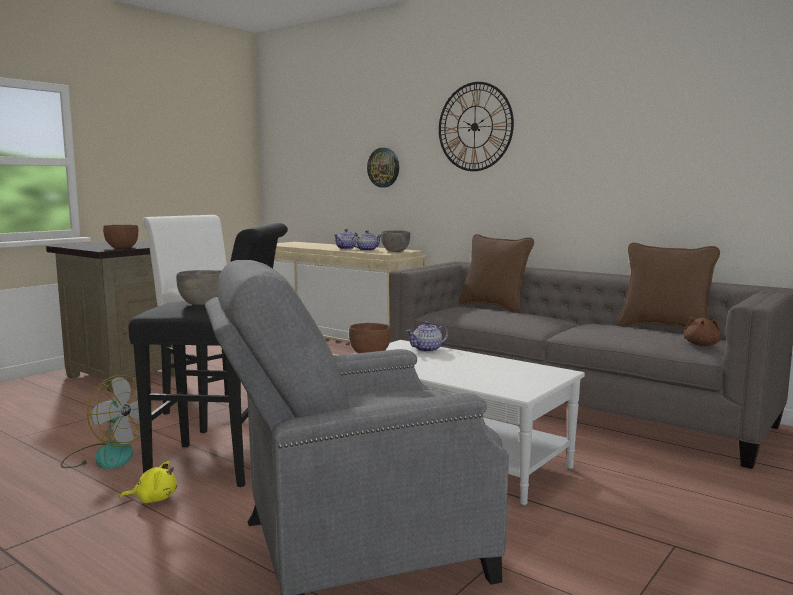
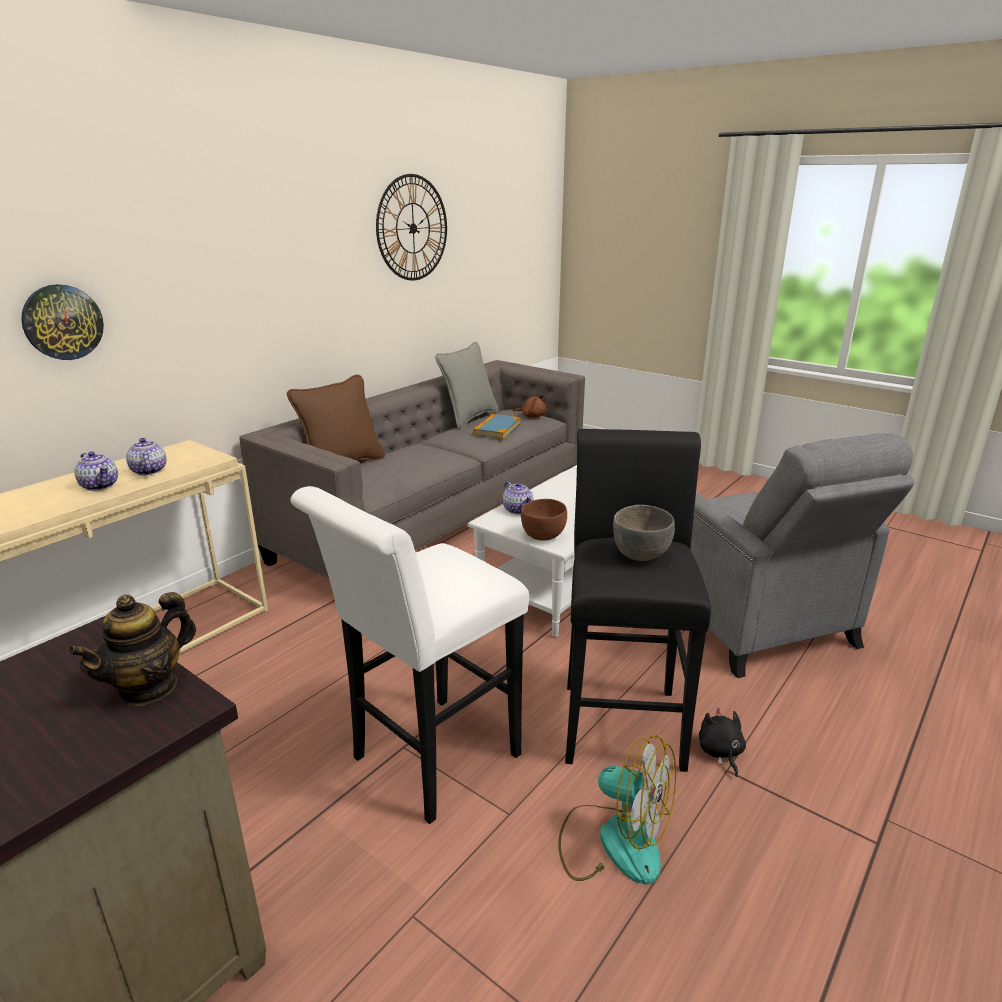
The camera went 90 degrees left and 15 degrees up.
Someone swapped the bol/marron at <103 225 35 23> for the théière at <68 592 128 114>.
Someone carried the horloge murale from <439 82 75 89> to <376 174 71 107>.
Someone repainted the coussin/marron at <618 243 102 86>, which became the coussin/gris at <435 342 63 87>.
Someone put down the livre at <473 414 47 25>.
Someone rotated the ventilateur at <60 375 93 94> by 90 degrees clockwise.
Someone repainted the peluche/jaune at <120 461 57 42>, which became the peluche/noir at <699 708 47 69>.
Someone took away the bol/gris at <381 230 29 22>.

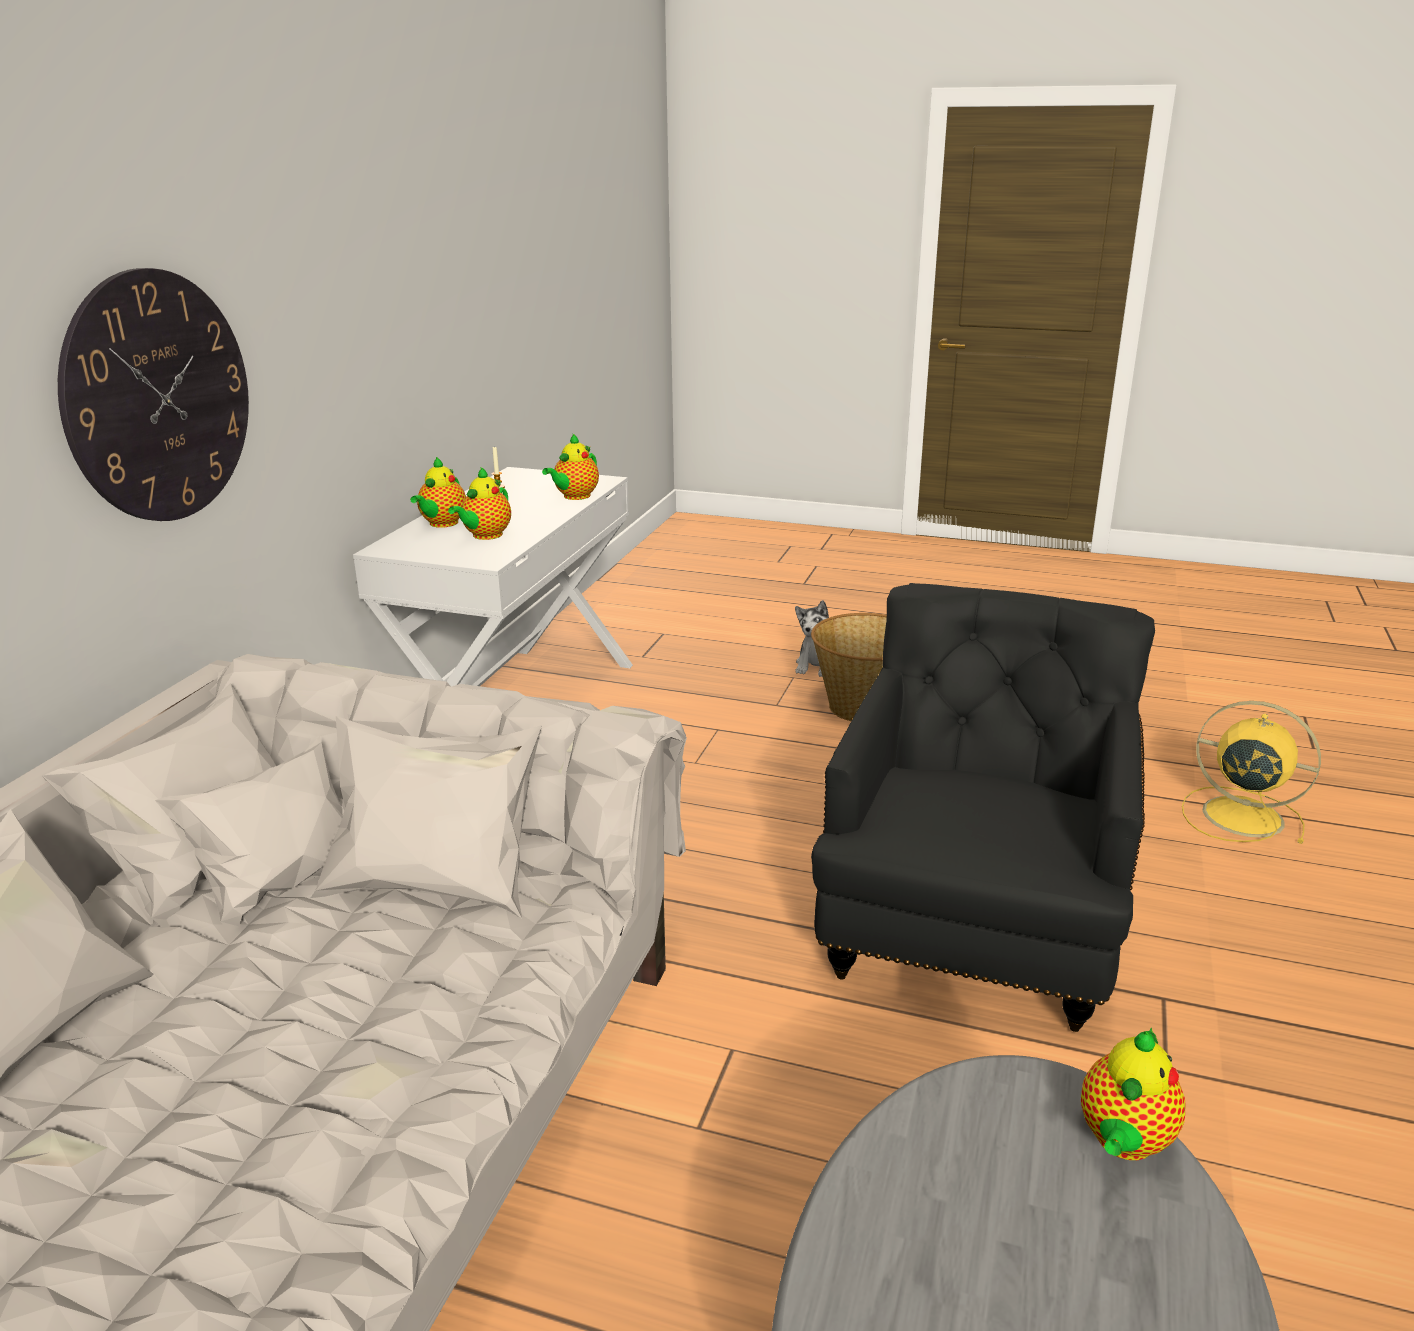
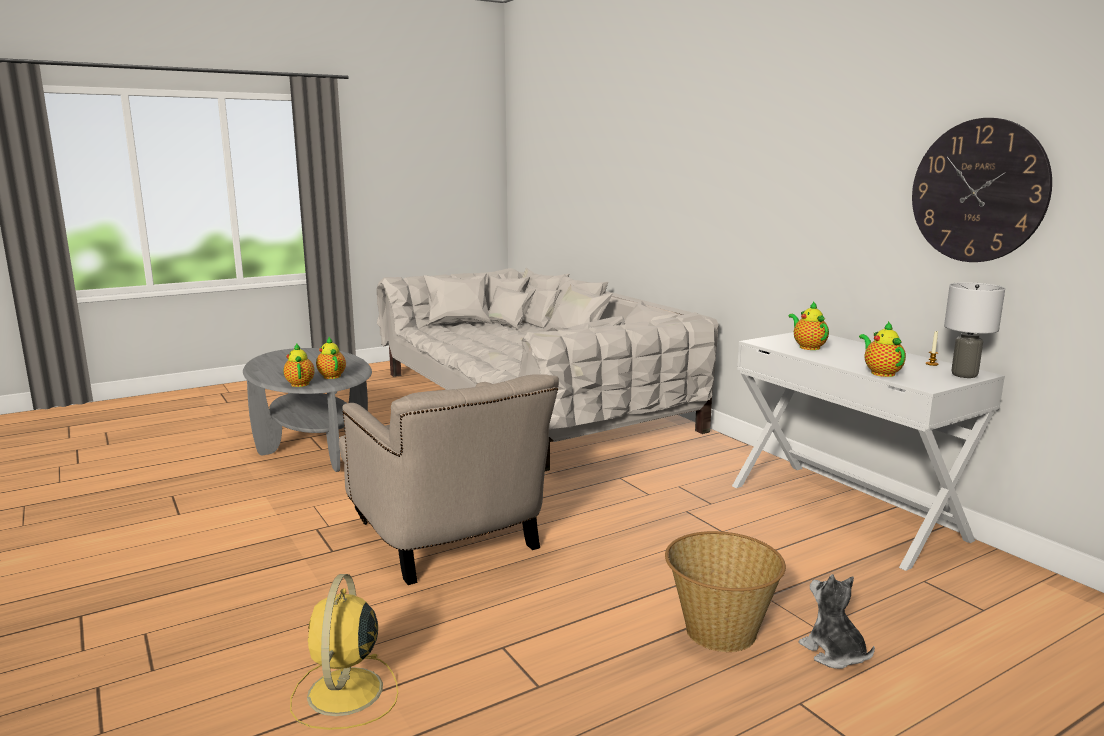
The camera went 130 degrees right and 10 degrees down.
Someone rotated the ventilateur/jaune at <1182 701 139 143> by 105 degrees clockwise.
Someone carried the théière from <410 457 56 71> to <316 337 30 42>.
Someone repainted the fauteuil/noir at <811 583 344 449>, which became the fauteuil/beige at <339 374 220 211>.
Someone carried the horloge murale from <58 268 191 253> to <912 118 140 144>.
Someone put down the lampe de table/blanc at <944 282 61 96>.

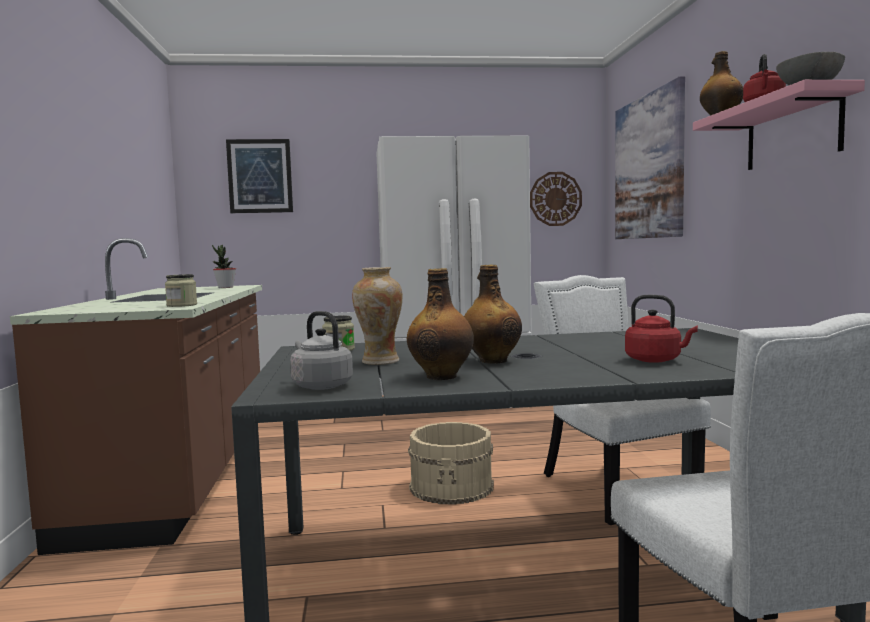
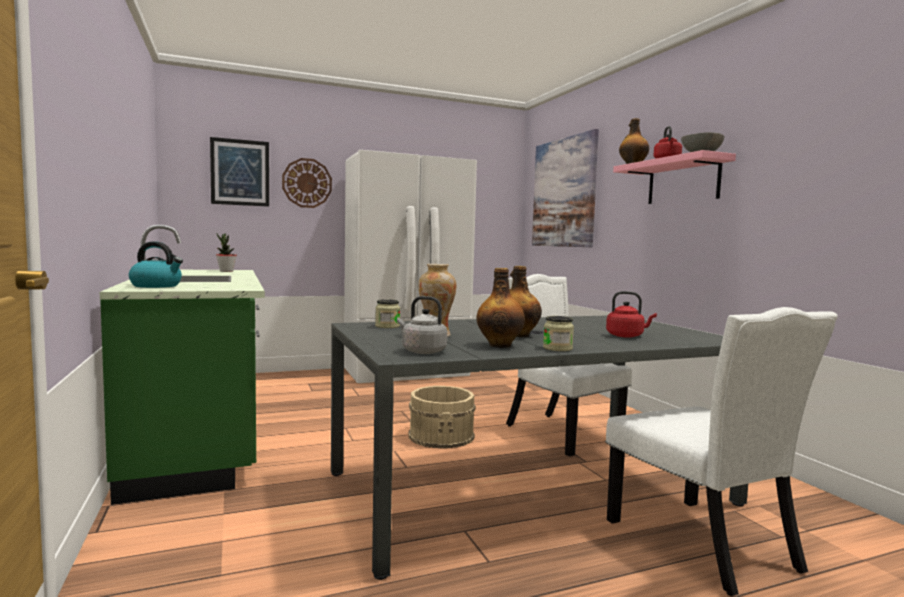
The camera went 15 degrees left and 0 degrees up.
Someone repainted the comptoir de cuisine/marron at <10 238 252 317>, which became the comptoir de cuisine/vert at <100 225 165 280>.
Someone put down the bouilloire at <129 241 54 47>.
Someone carried the horloge murale from <530 172 52 54> to <282 158 50 50>.
Someone carried the bocal from <165 274 32 33> to <543 316 31 35>.

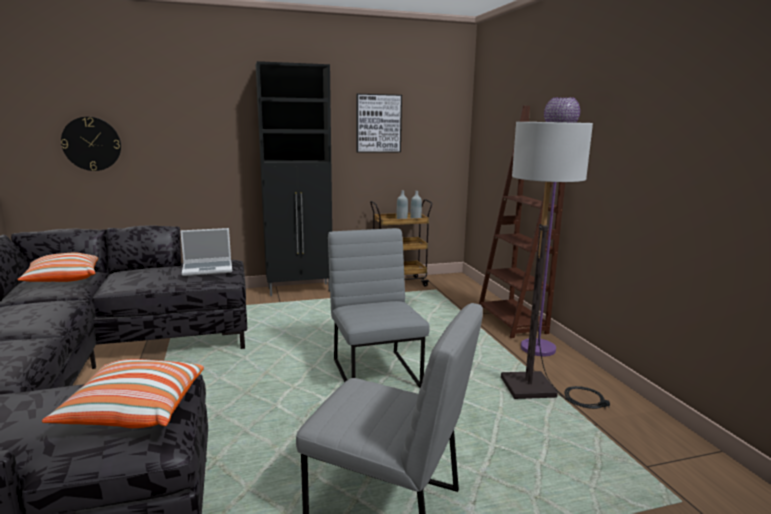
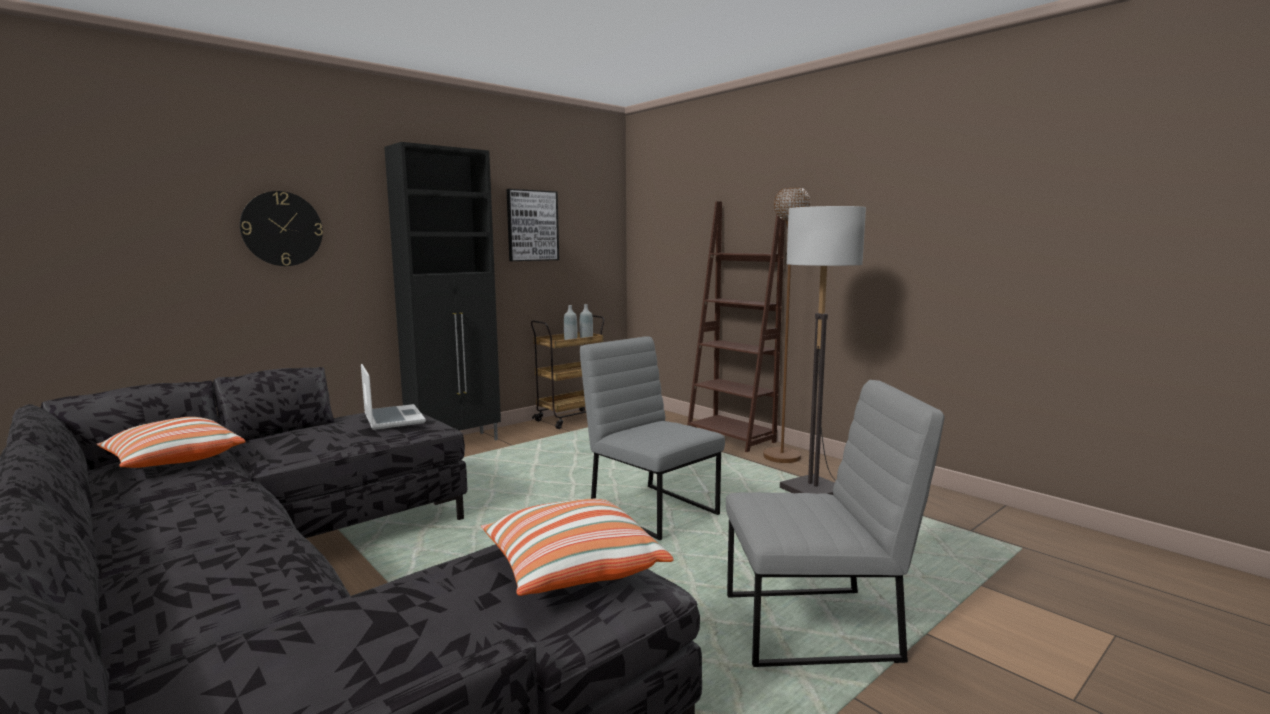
The camera went 25 degrees left and 5 degrees down.
Someone carried the horloge murale from <61 117 60 54> to <240 191 83 75>.
Someone rotated the ordinateur portable at <180 228 52 48> by 75 degrees counterclockwise.
Someone repainted the lampadaire/violet at <521 97 59 259>, which became the lampadaire/marron at <763 188 47 275>.

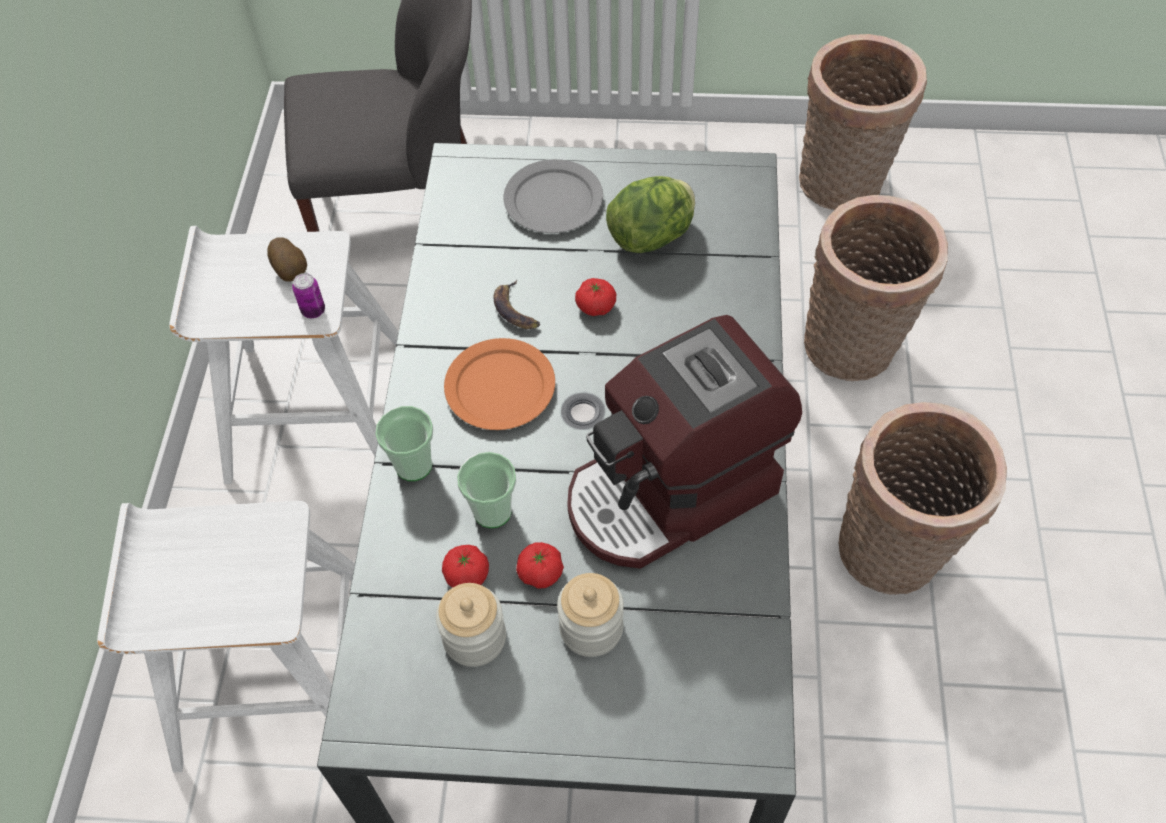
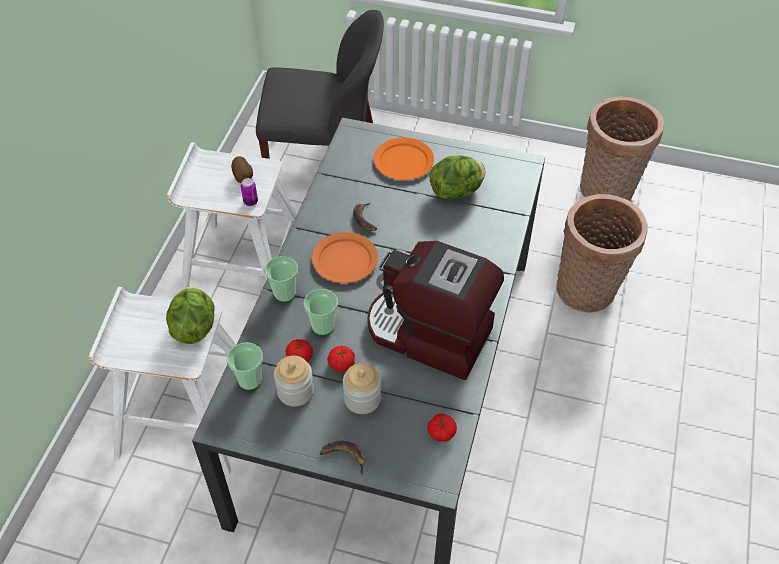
The camera went 10 degrees right and 5 degrees down.
Someone put down the laitue at <166 287 49 57>.
Someone put down the tasse at <227 342 36 48>.
Someone put down the banane at <320 441 46 34>.
Someone rotated the machine à café at <567 315 235 254> by 45 degrees clockwise.
Someone repainted the assiette/gris at <504 159 99 74>, which became the assiette/orange at <374 138 60 42>.
Someone carried the tomate from <575 278 41 38> to <427 413 30 29>.
Someone took away the panier at <838 402 169 193>.

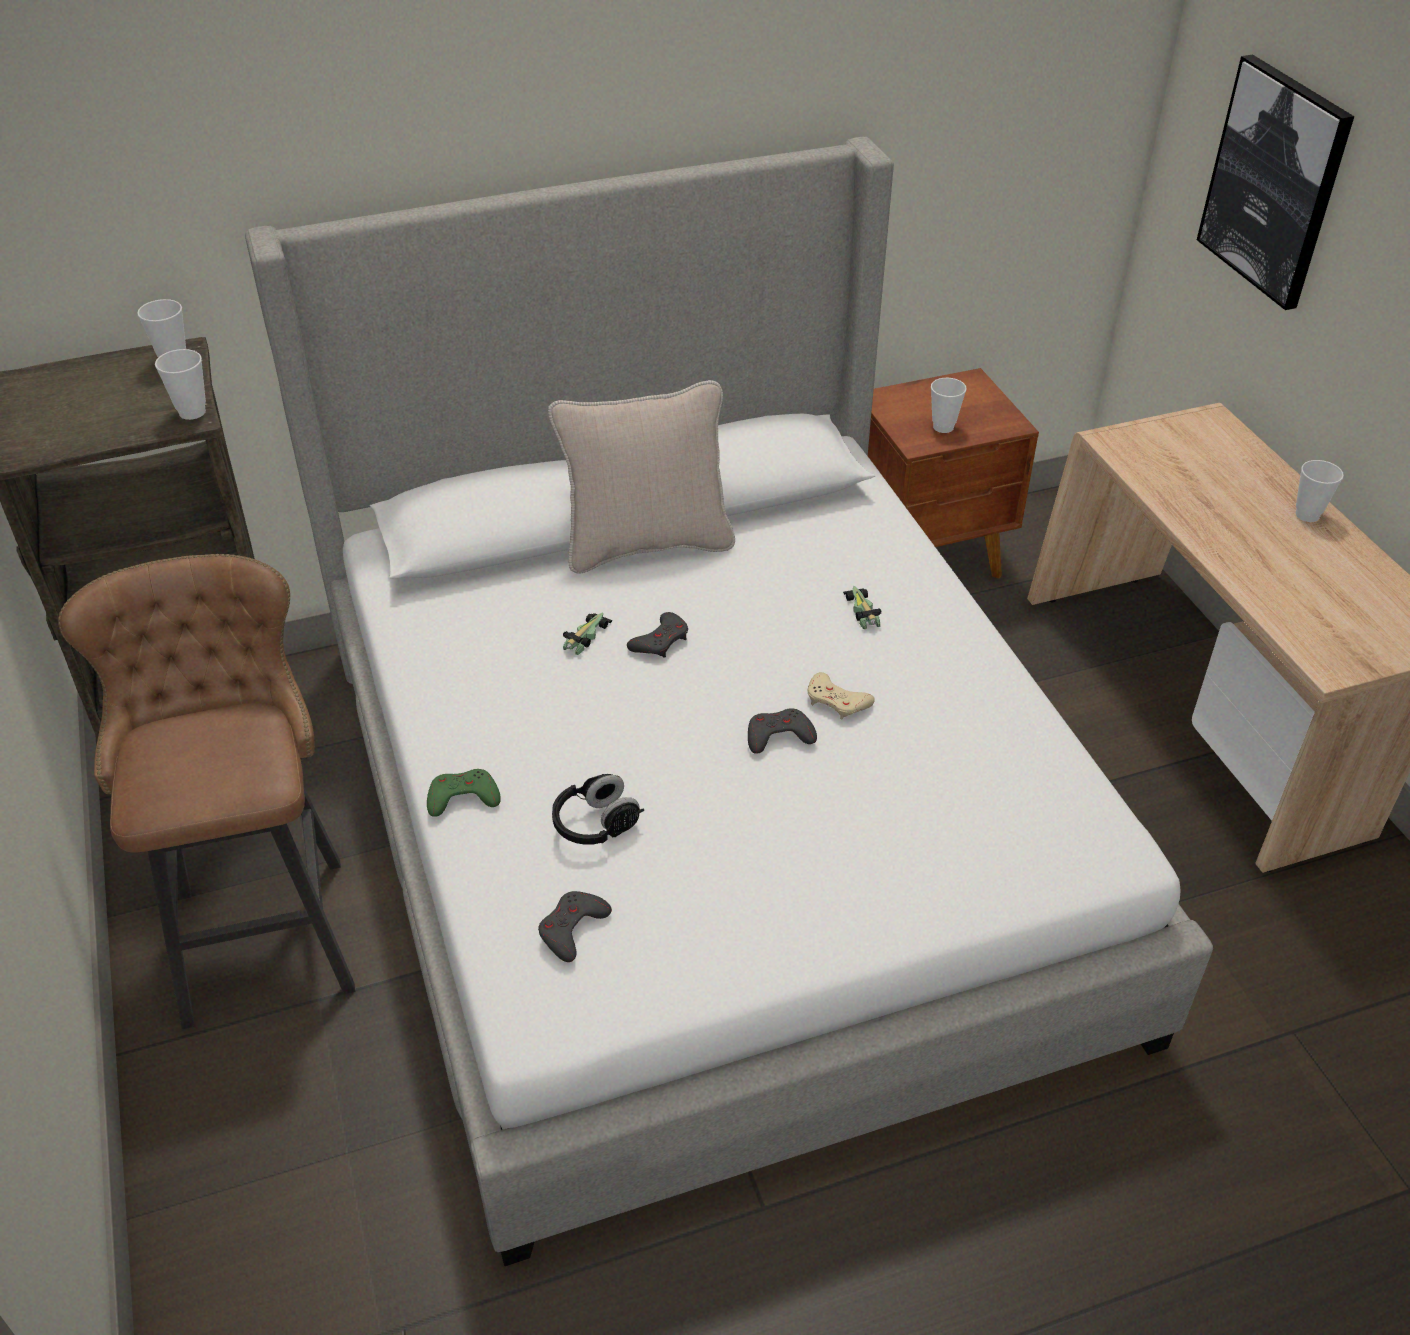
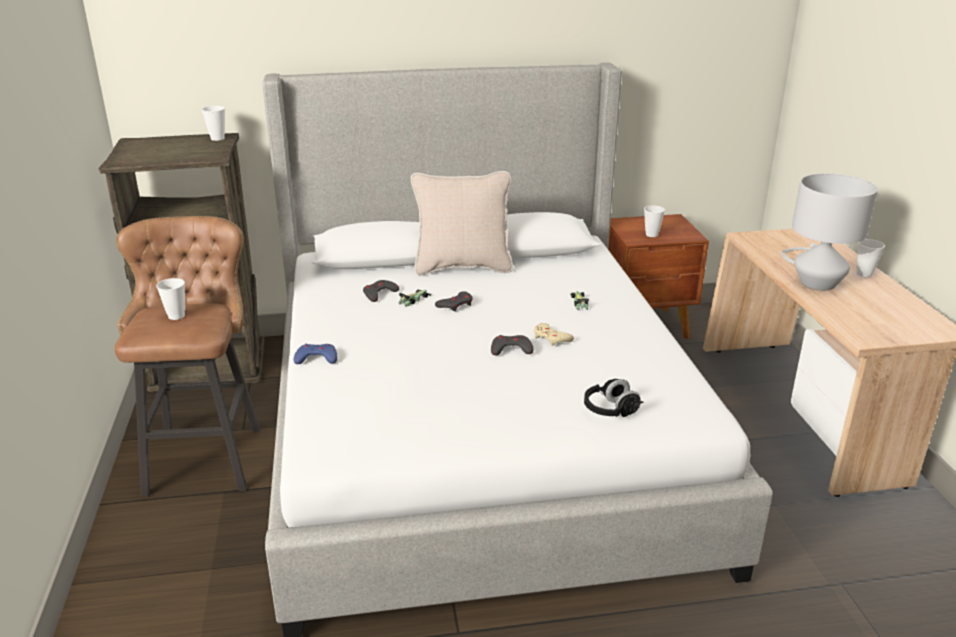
The camera went 10 degrees right and 15 degrees down.
Someone carried the tasse from <155 349 51 71> to <156 278 29 42>.
Someone repainted the manette/vert at <427 769 74 48>, which became the manette/bleu at <294 344 43 20>.
Someone carried the manette/gris from <538 891 74 71> to <363 280 36 22>.
Someone carried the casque audio/noir from <552 774 92 71> to <584 379 60 38>.
Someone put down the lampe de table/gris at <781 173 97 117>.
Someone took away the tableau at <1197 54 157 256>.

